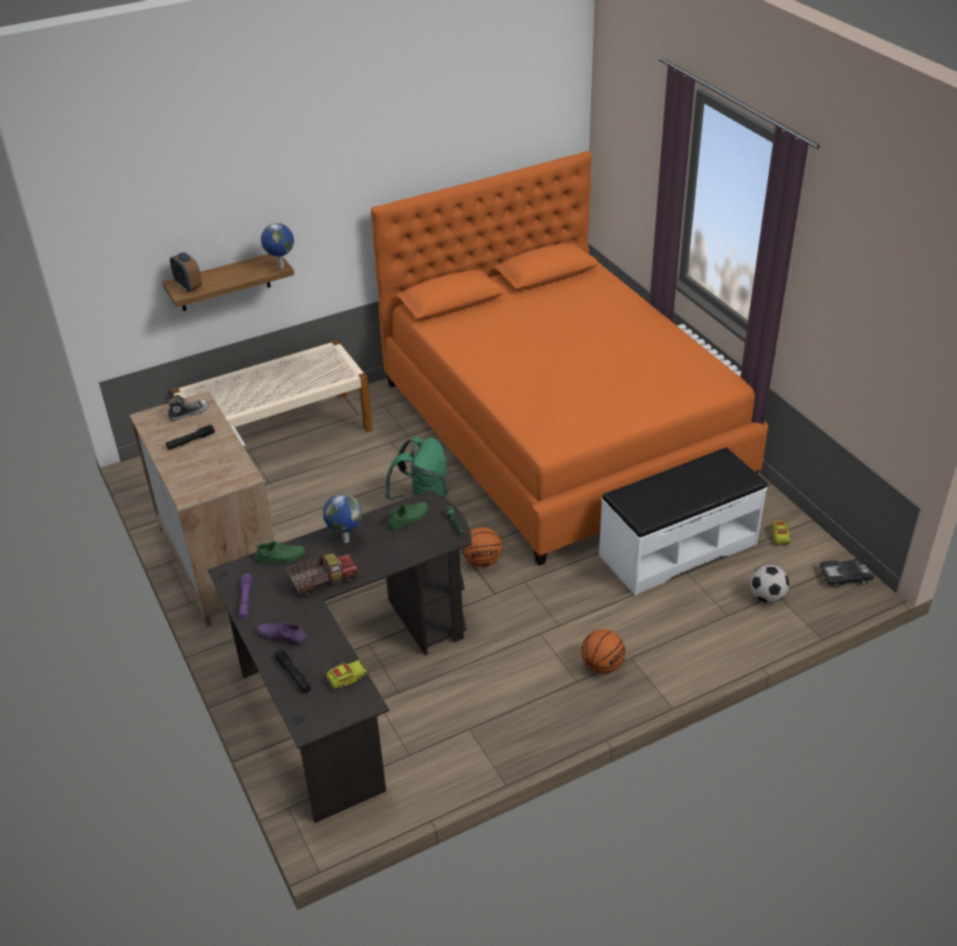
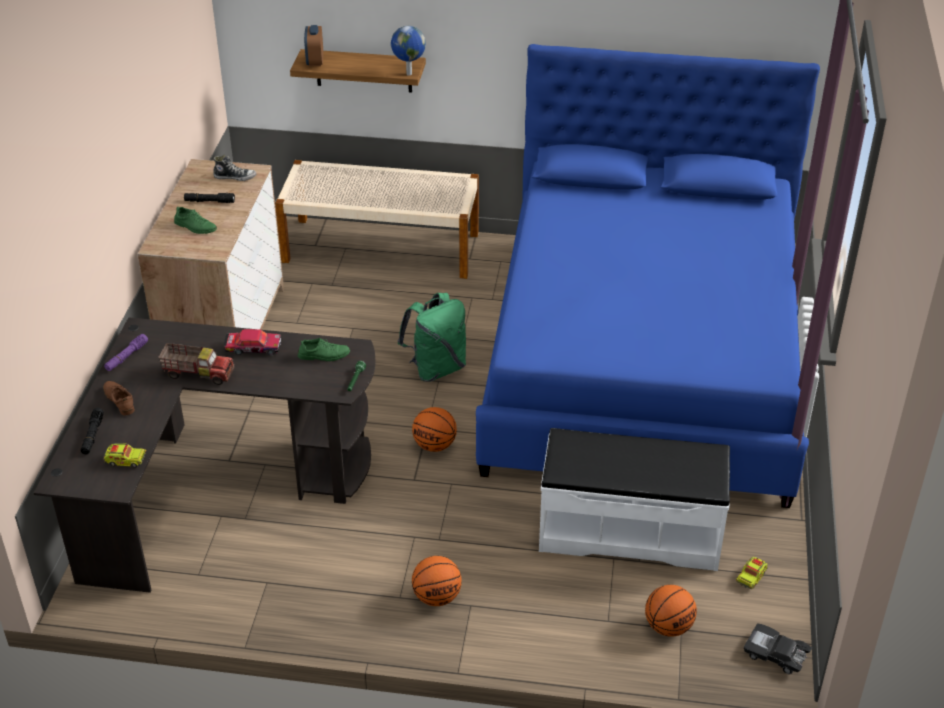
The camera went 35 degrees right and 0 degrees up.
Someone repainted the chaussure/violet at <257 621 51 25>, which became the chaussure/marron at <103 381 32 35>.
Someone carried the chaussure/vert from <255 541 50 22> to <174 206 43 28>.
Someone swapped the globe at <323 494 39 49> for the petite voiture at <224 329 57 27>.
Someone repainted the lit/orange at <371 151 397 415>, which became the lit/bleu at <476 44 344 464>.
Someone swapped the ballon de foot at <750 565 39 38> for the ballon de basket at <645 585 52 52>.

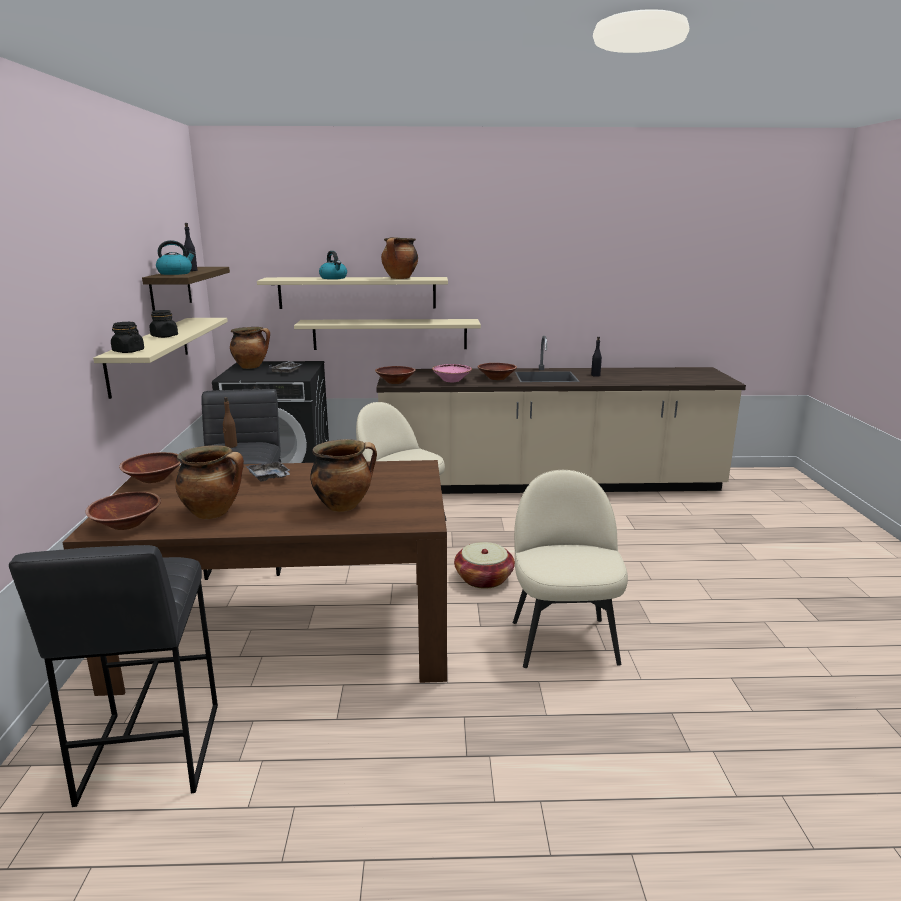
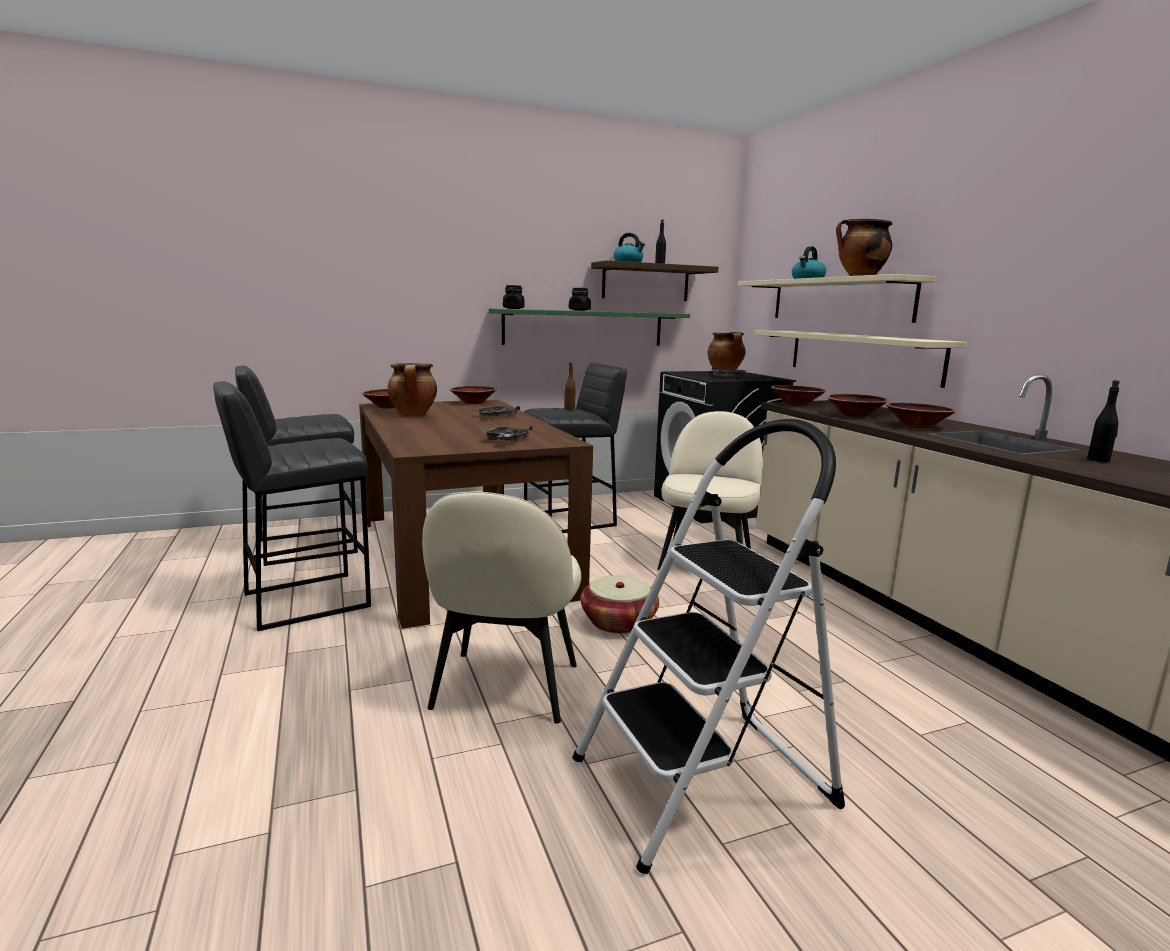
The camera went 70 degrees right and 5 degrees down.
Someone put down the tabouret/gris at <213 381 158 250>.
Someone rotated the chaise/beige at <513 470 115 198> by 120 degrees clockwise.
Someone put down the plateau/gris at <482 426 51 15>.
Someone repainted the étagère/beige at <93 318 135 81>, which became the étagère/vert at <489 309 201 37>.
Someone put down the escabeau at <572 419 273 455>.
Someone repainted the bol/rose at <432 364 40 18>, which became the bol/marron at <827 394 62 23>.
Someone took away the marmite at <310 439 67 73>.

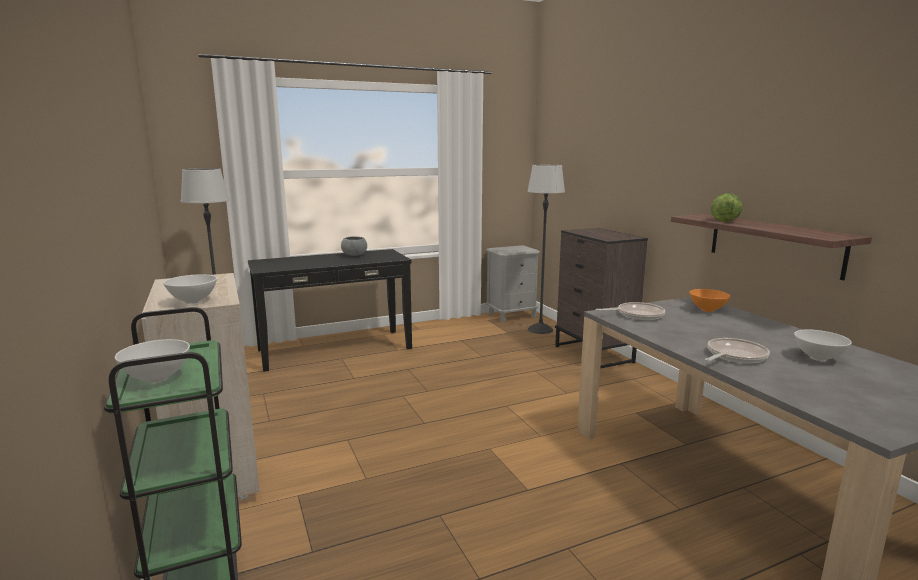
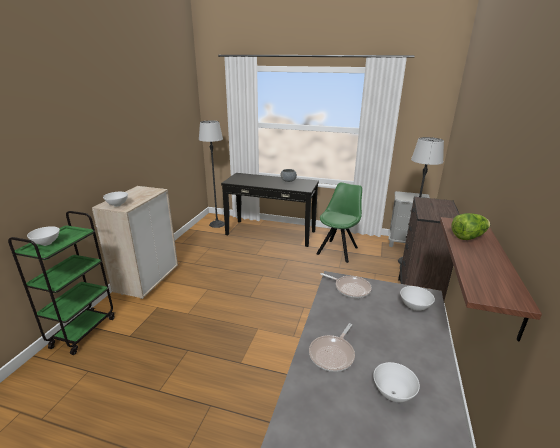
The camera went 40 degrees right and 10 degrees up.
Someone rotated the poêle at <705 338 65 25> by 120 degrees clockwise.
Someone put down the chaise/vert at <316 182 46 81>.
Someone repainted the bol/orange at <689 289 41 23>, which became the bol/blanc at <400 286 35 25>.

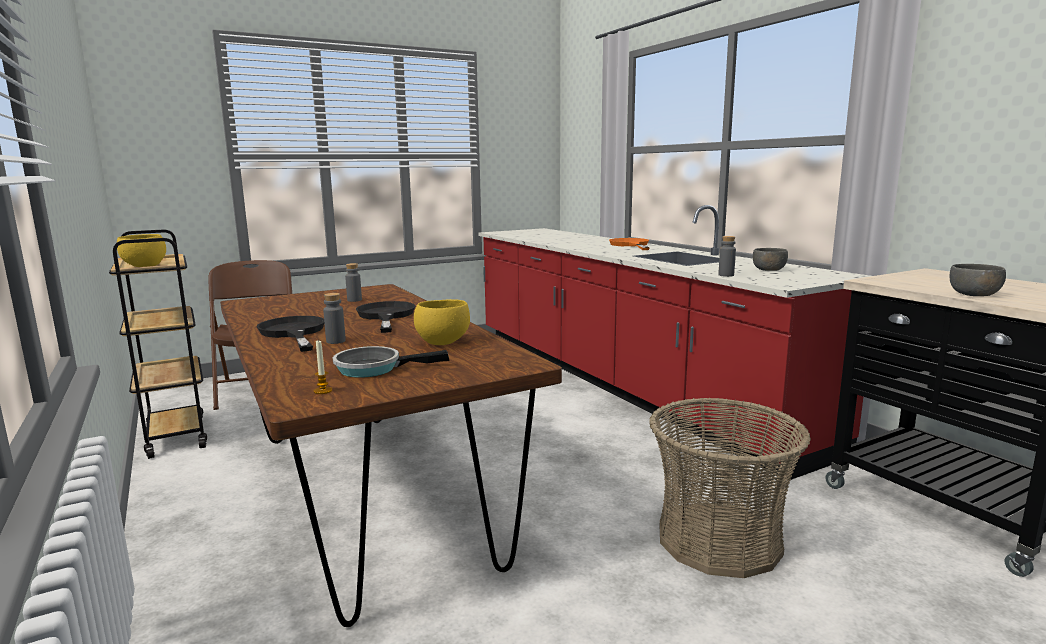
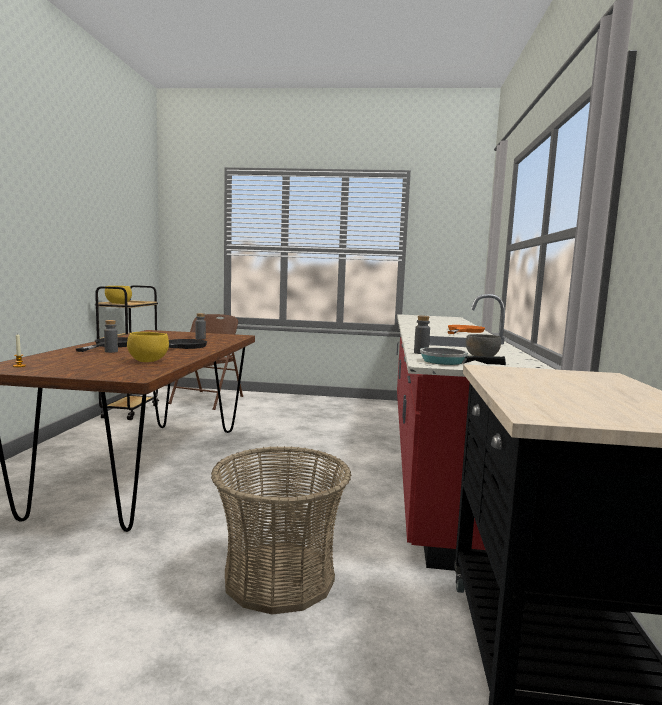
The camera went 35 degrees right and 5 degrees down.
Someone carried the poêle from <333 346 117 32> to <420 347 86 18>.
Someone took away the bol/gris at <949 264 57 32>.

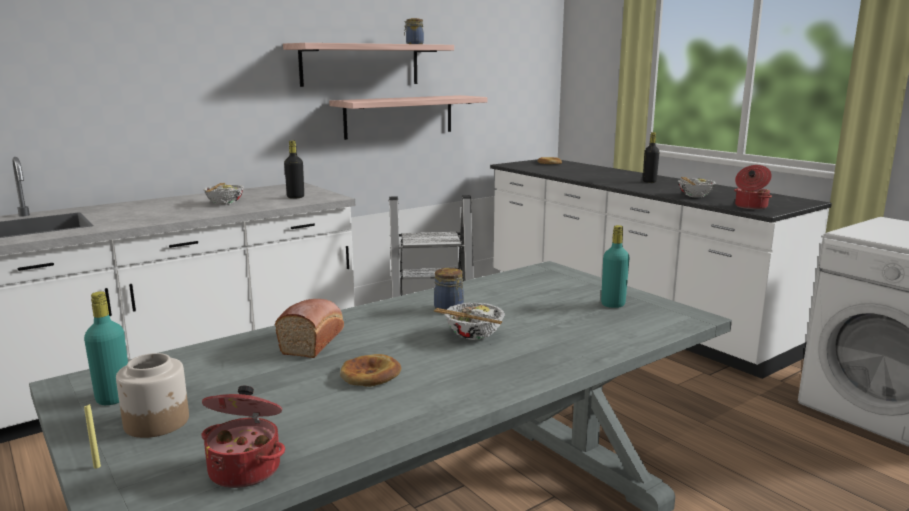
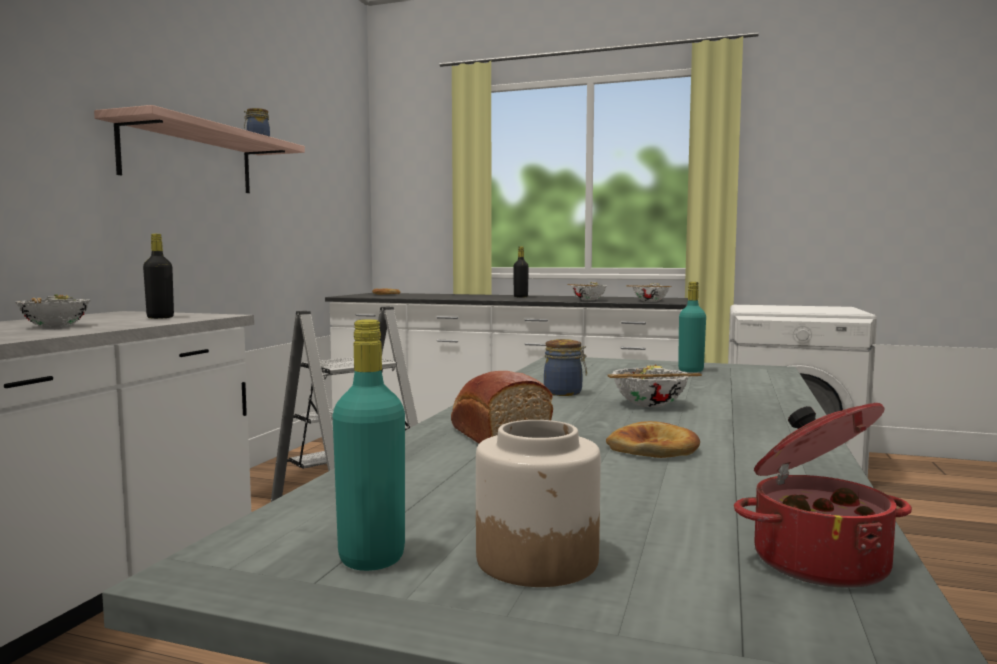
The camera went 35 degrees left and 10 degrees down.
Someone swapped the marmite at <734 165 38 45> for the bol at <626 283 45 19>.
Someone took away the bougie/jaune at <84 404 17 65>.
Someone took away the étagère at <329 95 159 45>.

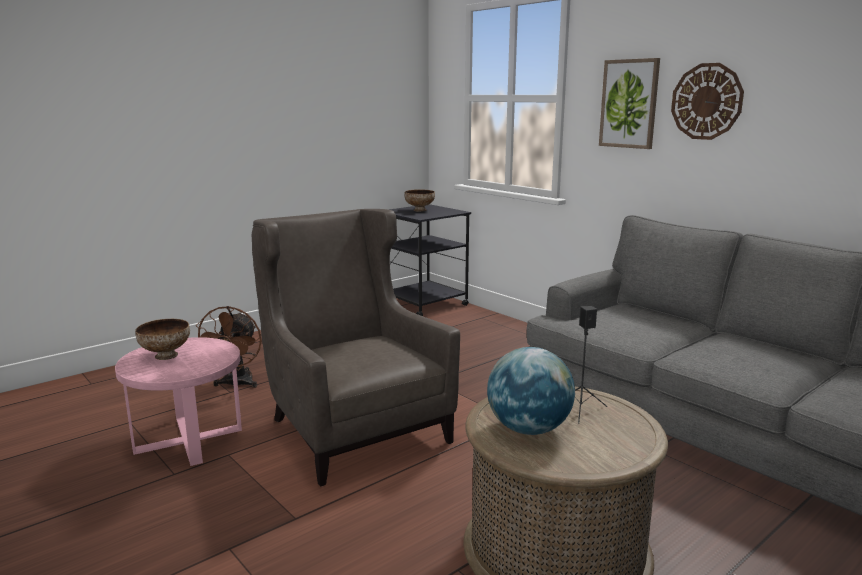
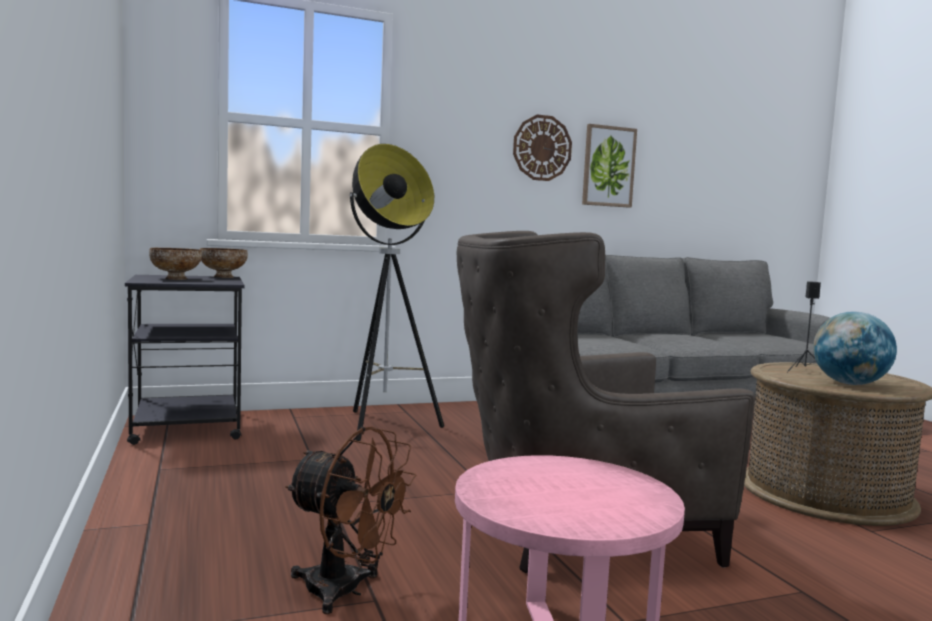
The camera went 70 degrees left and 10 degrees down.
Someone carried the bol from <135 319 55 41> to <200 248 48 30>.
Someone put down the lampadaire at <350 144 94 297>.
Someone carried the tableau from <599 58 61 91> to <582 124 55 84>.

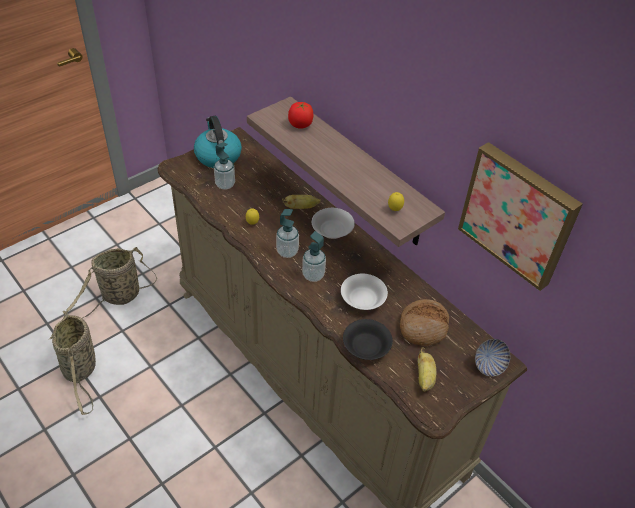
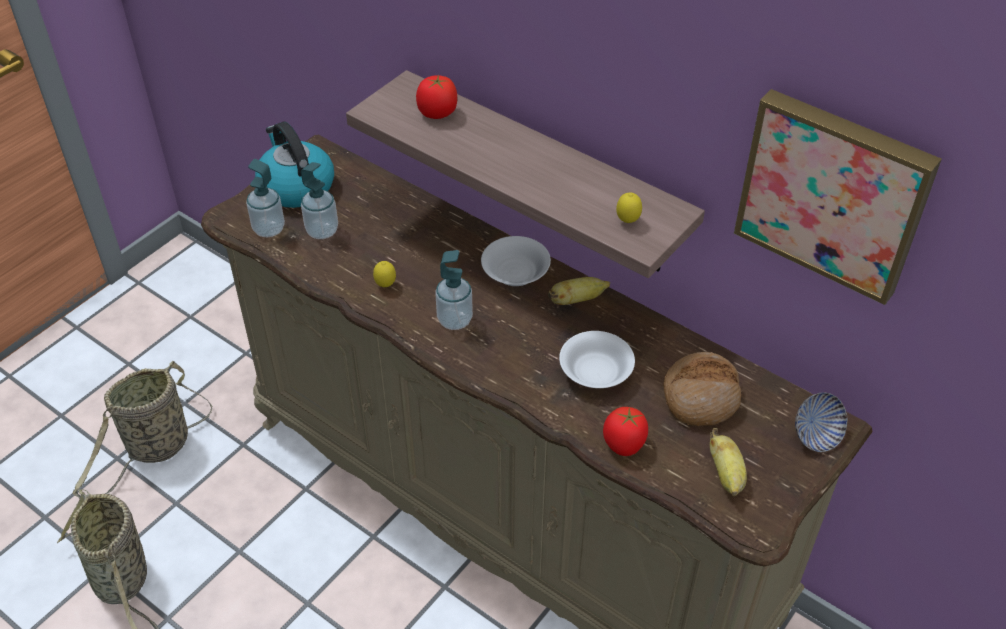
The camera went 10 degrees left and 0 degrees up.
Someone carried the distributeur de savon from <302 231 24 51> to <246 159 39 78>.
Someone carried the banane from <282 195 39 14> to <548 277 62 28>.
Someone swapped the bol/noir at <343 319 50 41> for the tomate at <603 407 45 49>.

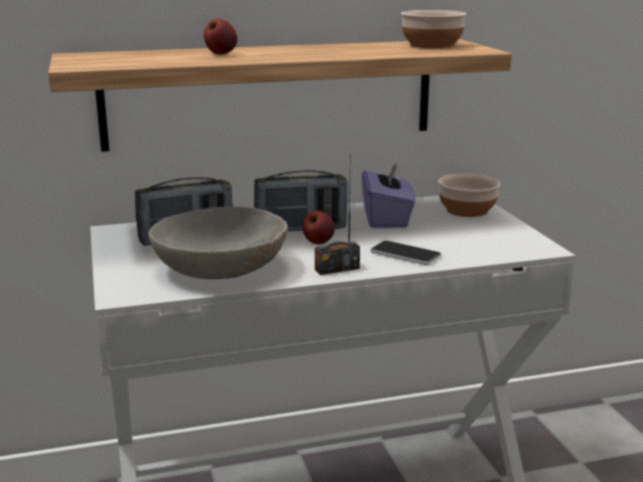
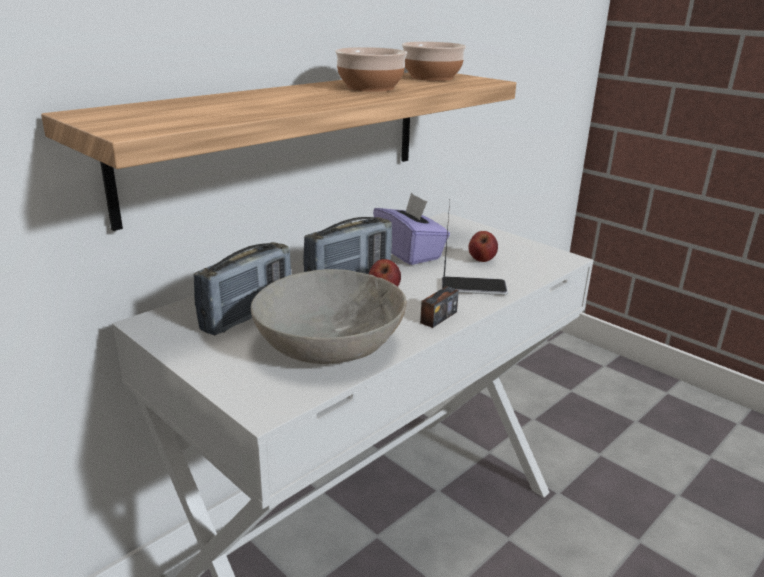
The camera went 30 degrees left and 5 degrees up.
Someone carried the bol from <438 173 62 44> to <335 47 72 45>.
Someone carried the pomme from <204 19 33 36> to <468 231 30 31>.

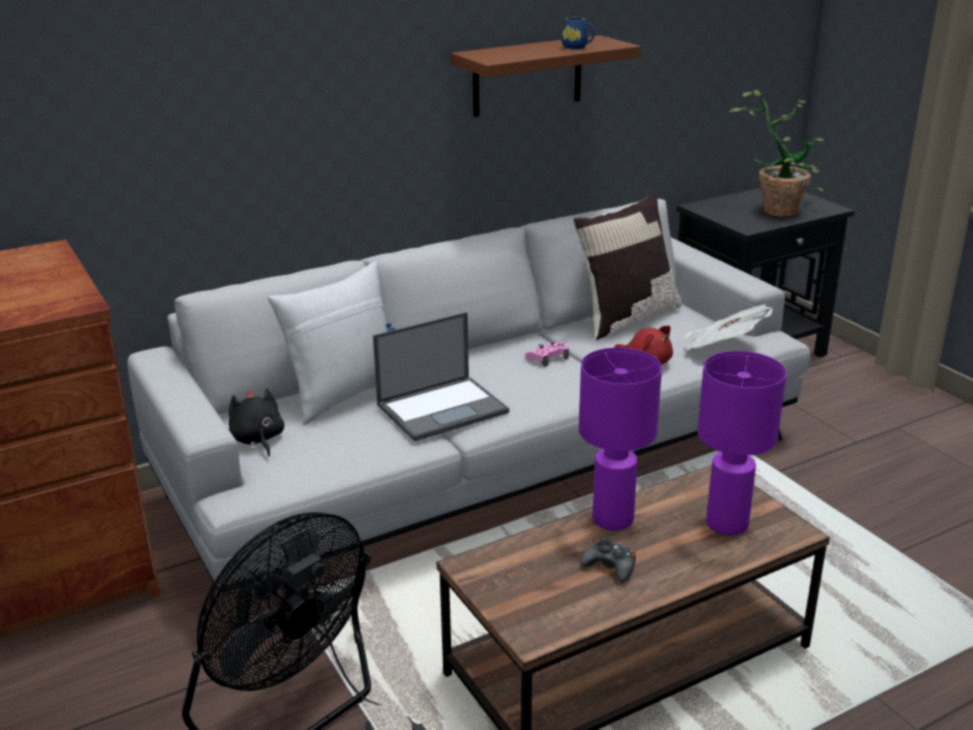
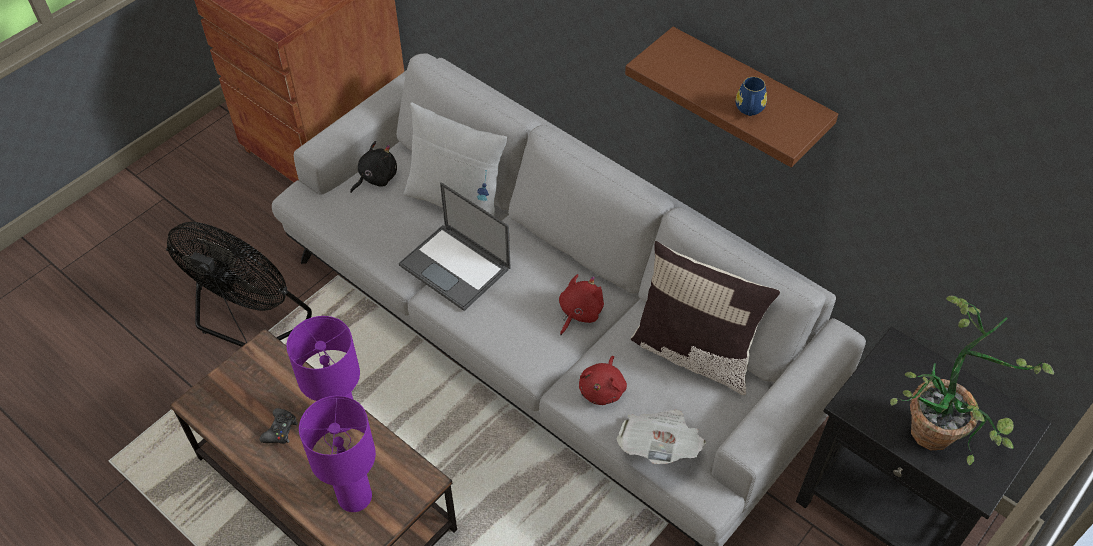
The camera went 70 degrees right and 25 degrees up.
Someone swapped the manette/rose at <525 341 44 26> for the peluche/rouge at <559 274 45 61>.

